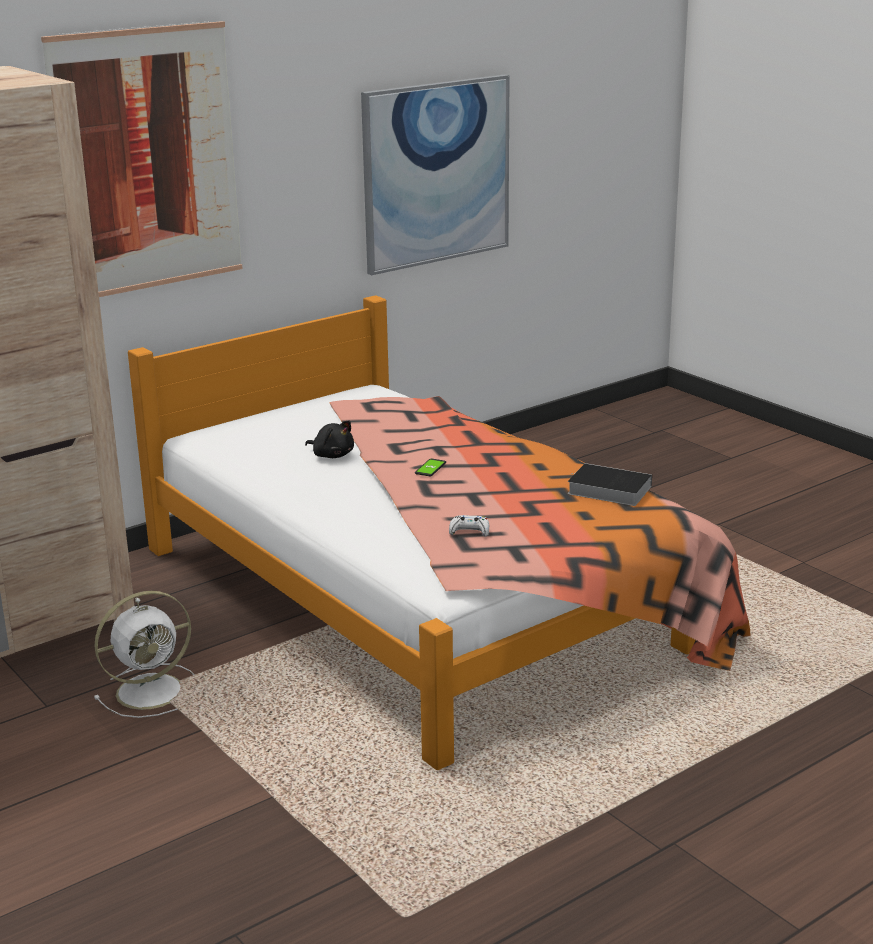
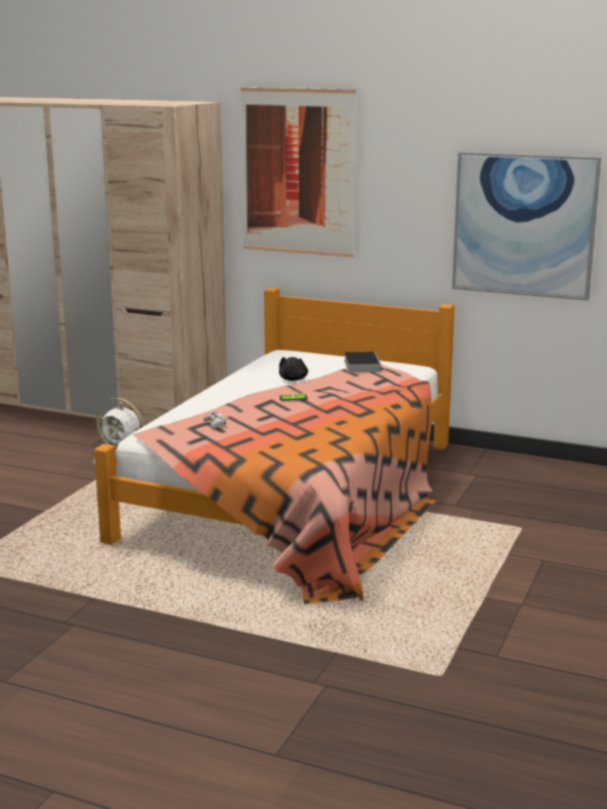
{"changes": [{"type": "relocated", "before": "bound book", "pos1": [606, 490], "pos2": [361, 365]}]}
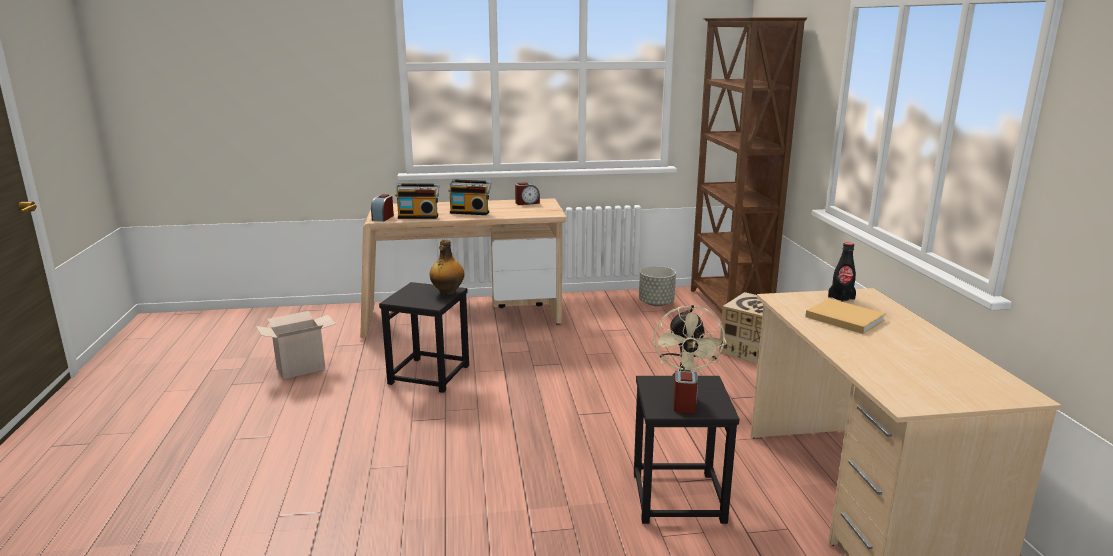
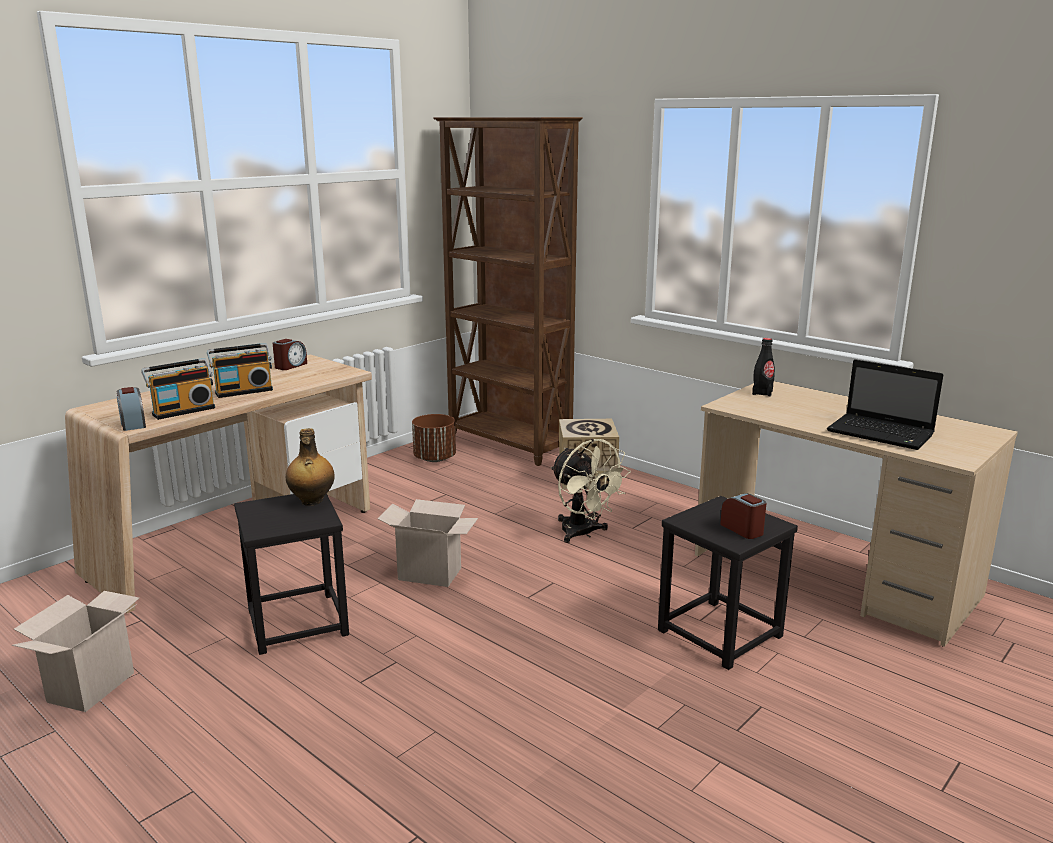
{"changes": [{"type": "appeared", "after": "carton", "pos2": [432, 573]}, {"type": "colour", "before": "gray planter", "after": "brown planter", "pos1": [656, 303], "pos2": [435, 458]}, {"type": "appeared", "after": "laptop", "pos2": [882, 433]}, {"type": "missing", "before": "beige bound book", "pos1": [842, 318]}]}
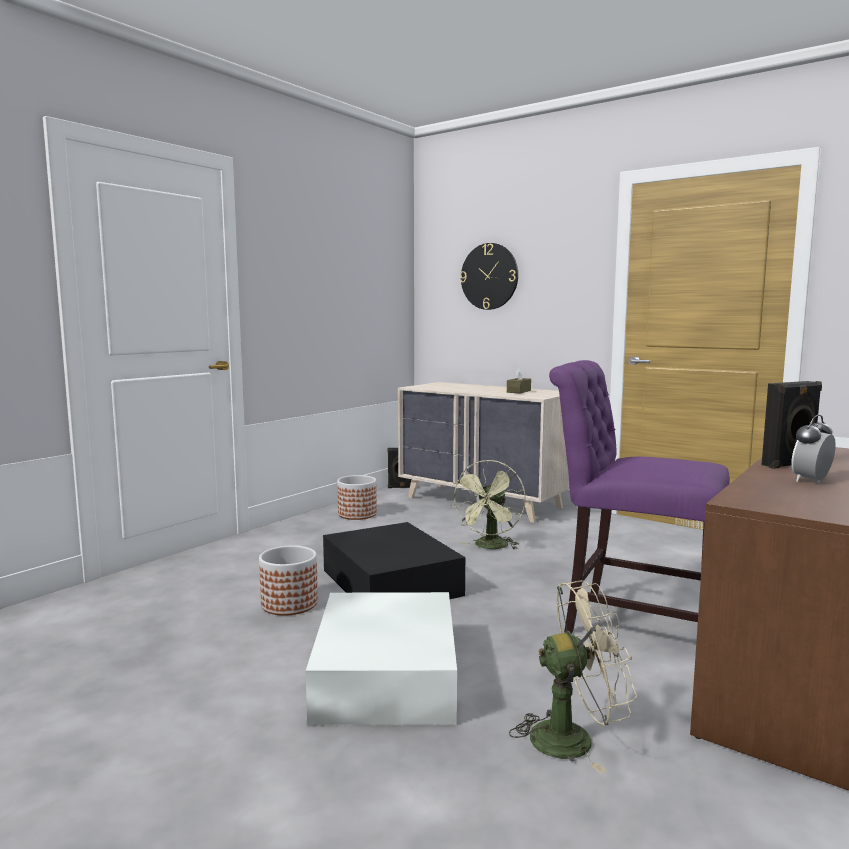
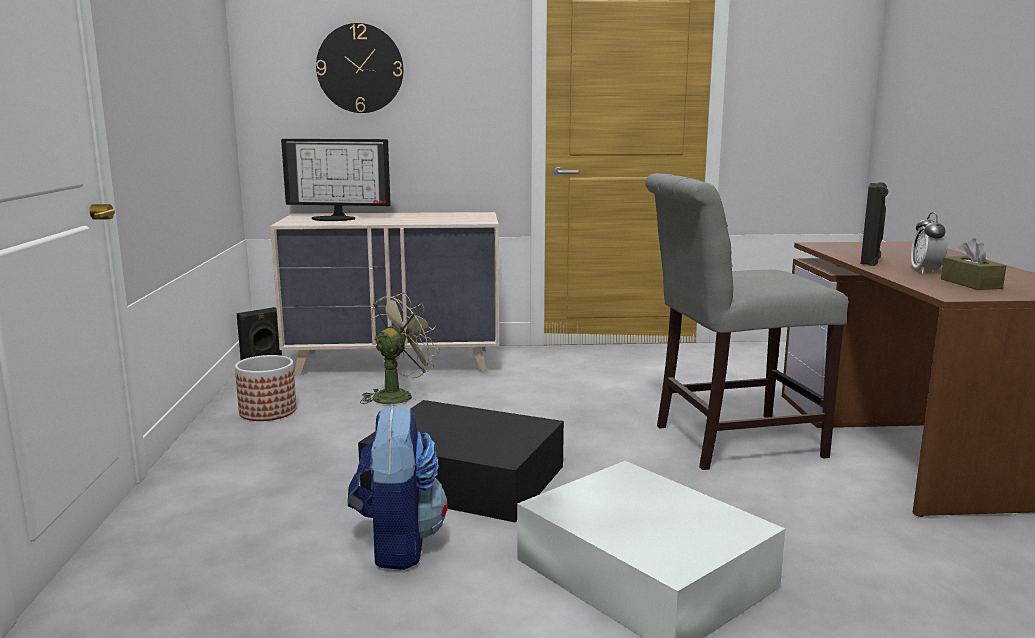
{"changes": [{"type": "appeared", "after": "monitor", "pos2": [335, 218]}, {"type": "exchanged", "before": "planter", "after": "backpack", "pos1": [289, 604], "pos2": [397, 544]}, {"type": "relocated", "before": "beige fan", "pos1": [574, 738], "pos2": [398, 395]}, {"type": "colour", "before": "purple upright chair", "after": "gray upright chair", "pos1": [632, 621], "pos2": [728, 441]}, {"type": "relocated", "before": "brown tissue holder", "pos1": [518, 391], "pos2": [970, 284]}, {"type": "missing", "before": "greenish fan", "pos1": [490, 547]}]}
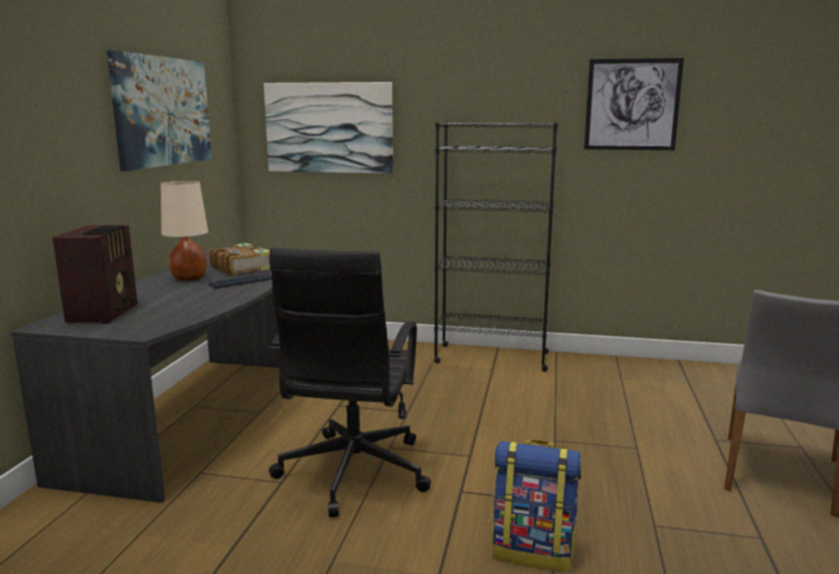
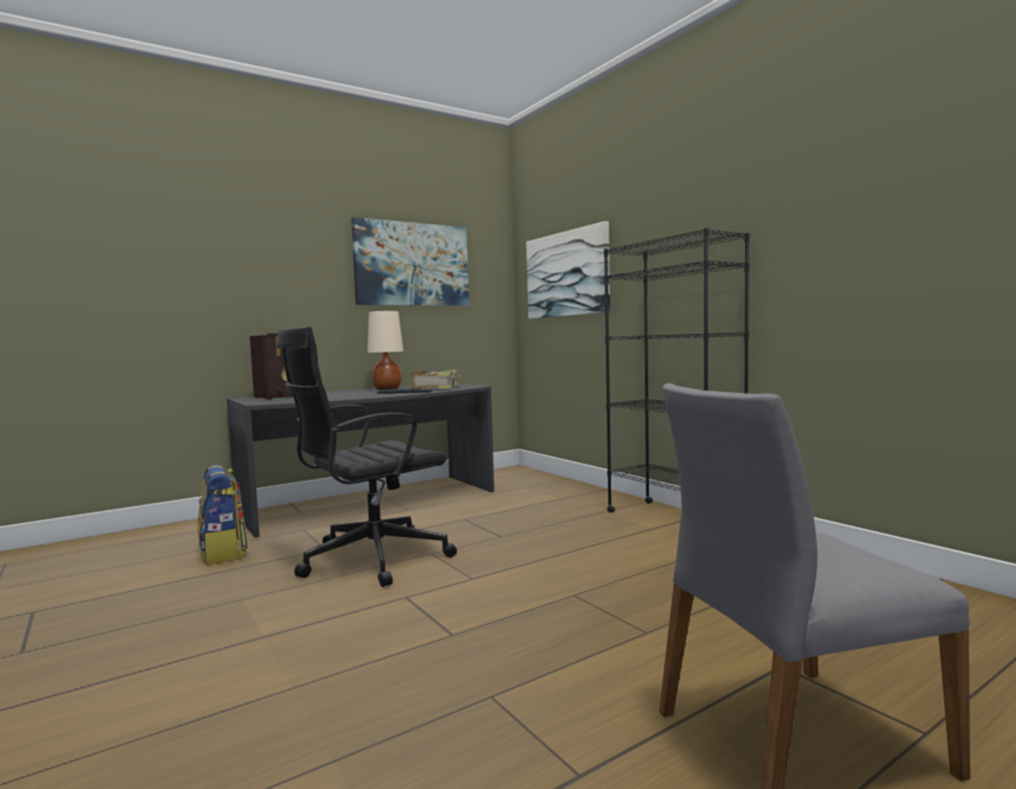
{"changes": [{"type": "relocated", "before": "backpack", "pos1": [533, 550], "pos2": [223, 554]}, {"type": "missing", "before": "picture", "pos1": [632, 104]}]}
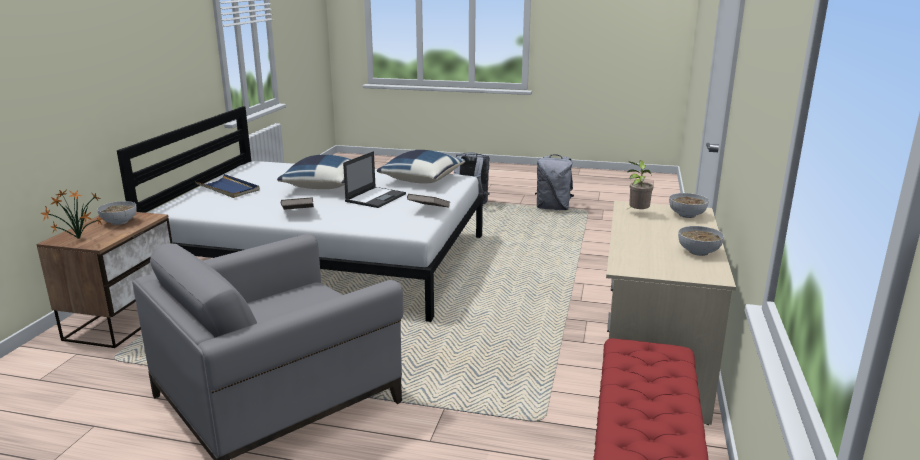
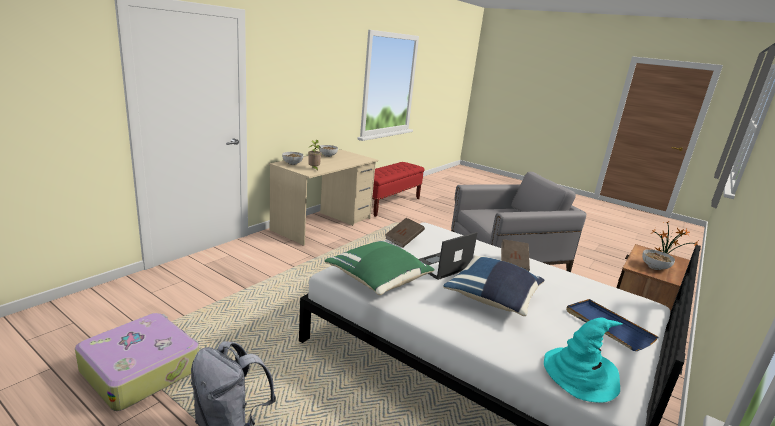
{"changes": [{"type": "exchanged", "before": "gray backpack", "after": "travel case", "pos1": [553, 208], "pos2": [142, 369]}, {"type": "colour", "before": "blue-coloured pillow", "after": "greenish pillow", "pos1": [421, 180], "pos2": [379, 281]}, {"type": "appeared", "after": "turquoise hat", "pos2": [580, 375]}]}
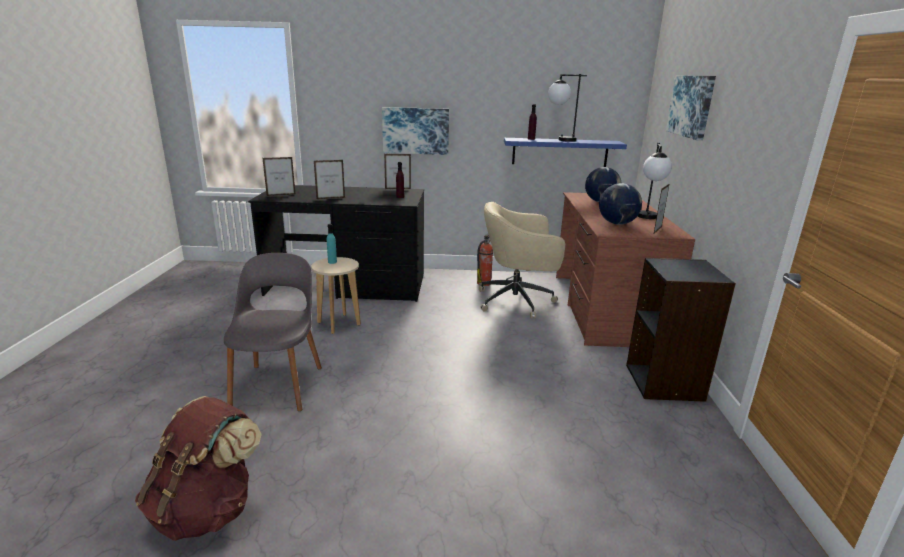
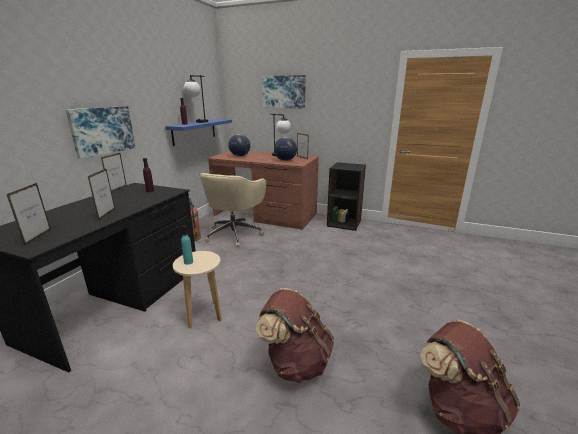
{"changes": [{"type": "exchanged", "before": "gray upright chair", "after": "brown backpack", "pos1": [278, 385], "pos2": [295, 362]}]}
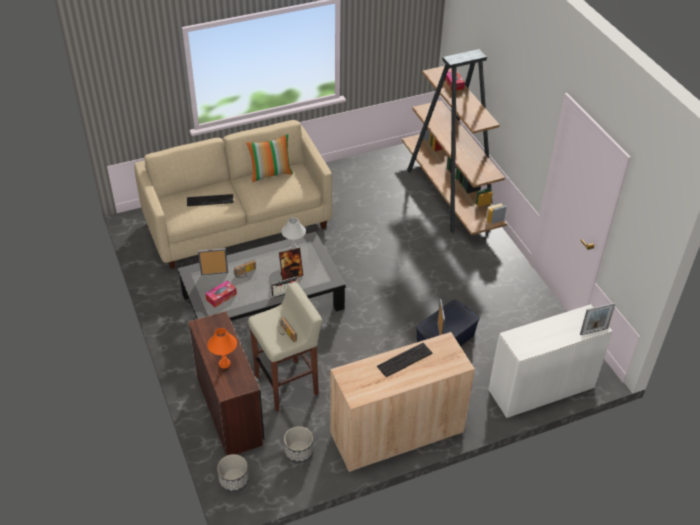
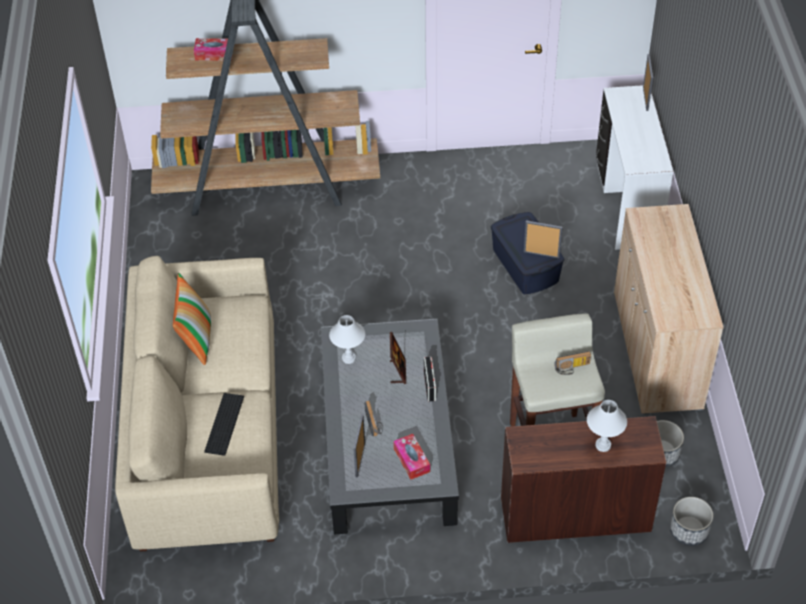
{"changes": [{"type": "colour", "before": "orange tabletop lamp", "after": "white tabletop lamp", "pos1": [224, 364], "pos2": [603, 445]}, {"type": "missing", "before": "PC keyboard", "pos1": [404, 360]}]}
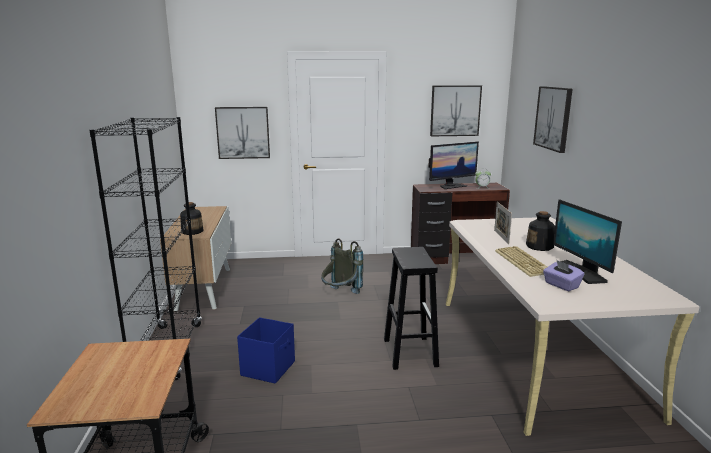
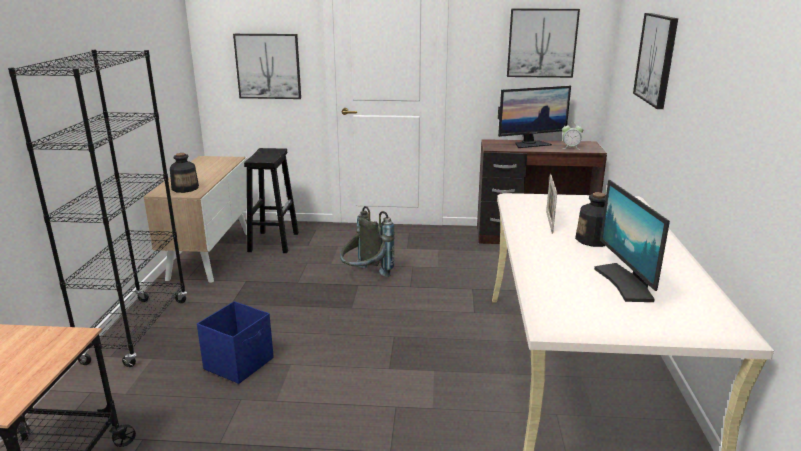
{"changes": [{"type": "relocated", "before": "blackish stool seat", "pos1": [409, 352], "pos2": [273, 242]}, {"type": "missing", "before": "PC keyboard", "pos1": [524, 262]}, {"type": "missing", "before": "purple tissue holder", "pos1": [561, 285]}]}
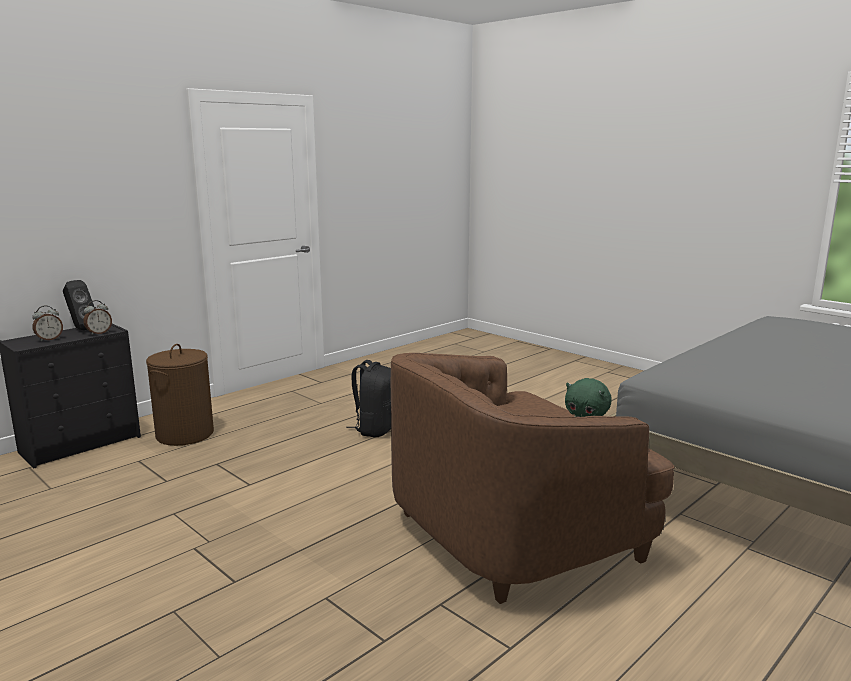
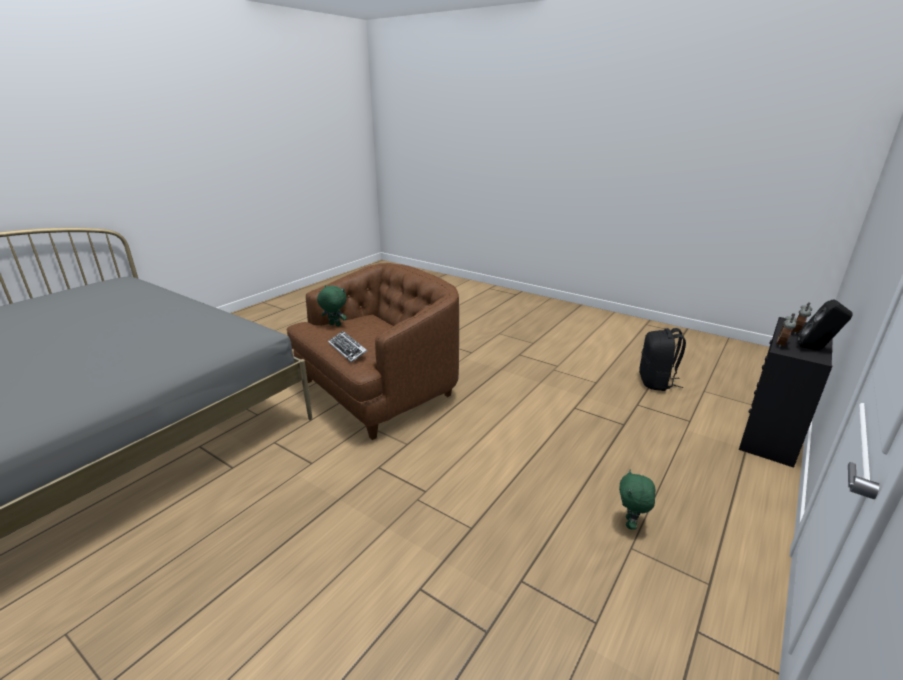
{"changes": [{"type": "appeared", "after": "PC keyboard", "pos2": [348, 349]}, {"type": "appeared", "after": "greenish cuddly toy", "pos2": [631, 523]}, {"type": "relocated", "before": "blackish backpack", "pos1": [376, 429], "pos2": [656, 382]}, {"type": "missing", "before": "brown washing basket", "pos1": [185, 434]}]}
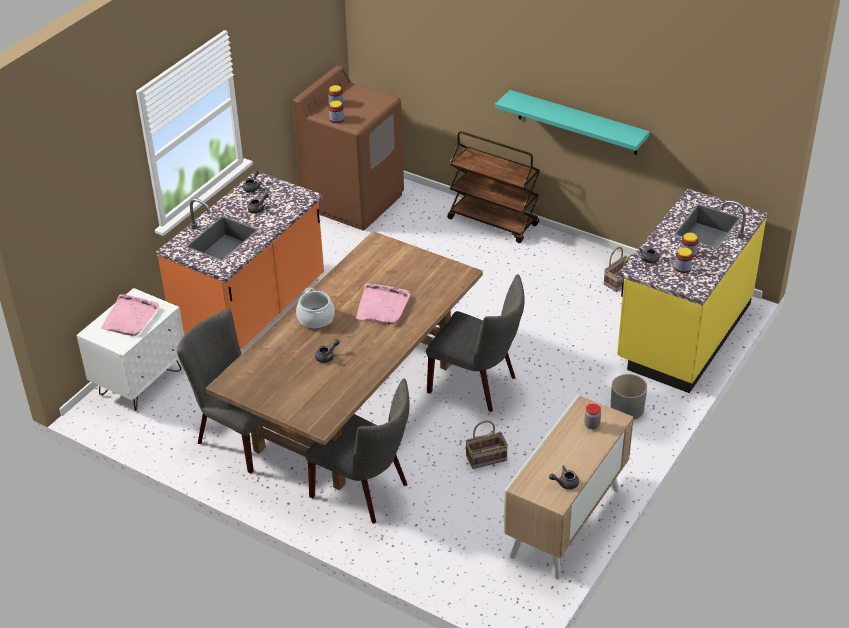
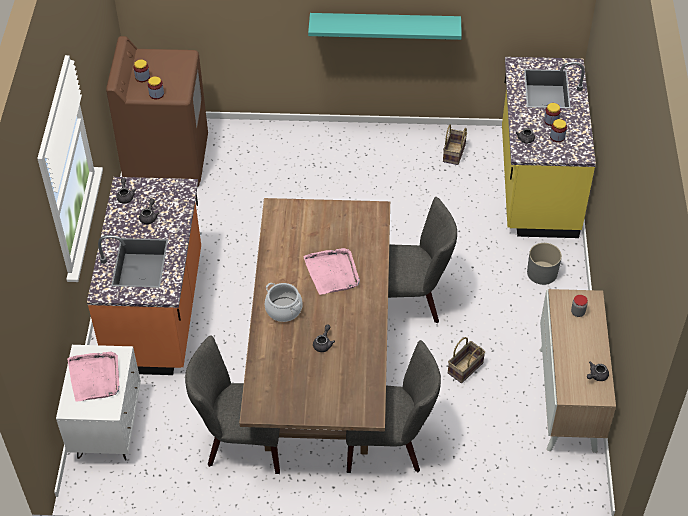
{"changes": [{"type": "missing", "before": "brown trolley", "pos1": [493, 222]}]}
